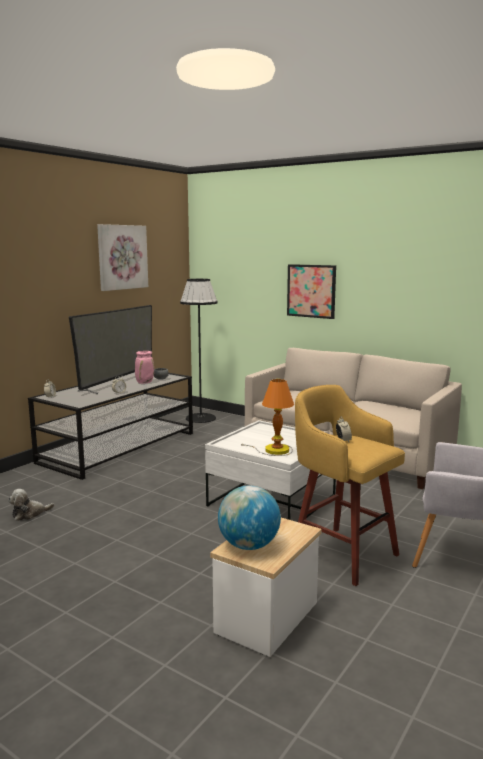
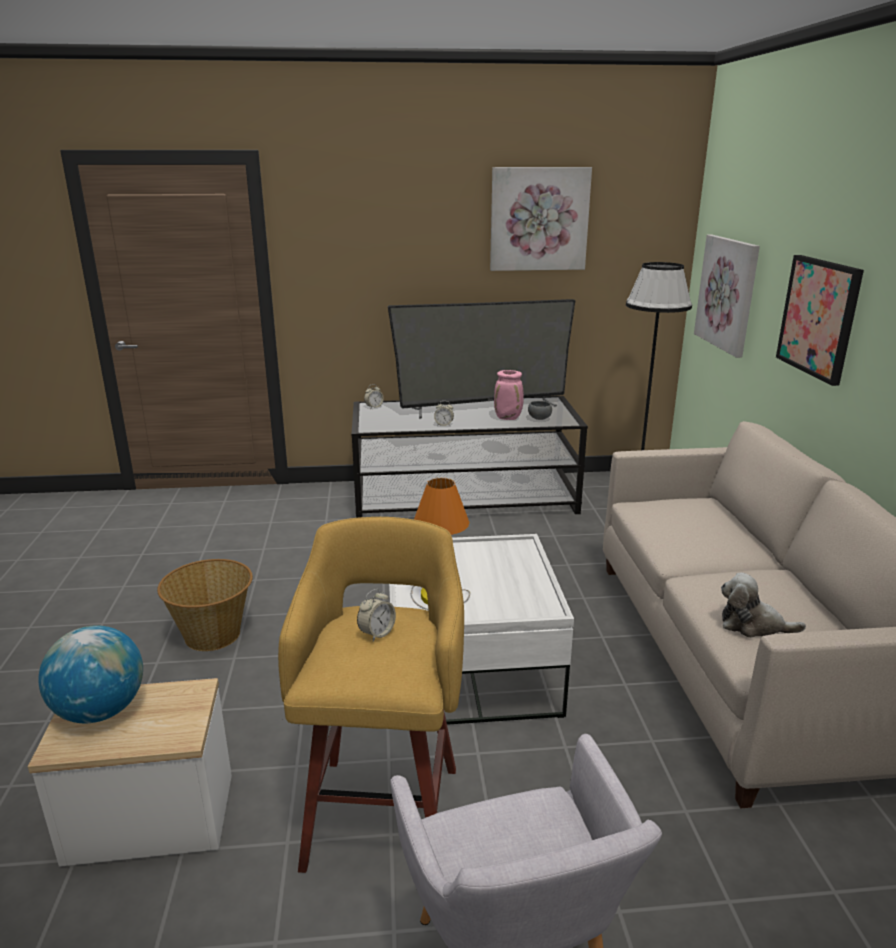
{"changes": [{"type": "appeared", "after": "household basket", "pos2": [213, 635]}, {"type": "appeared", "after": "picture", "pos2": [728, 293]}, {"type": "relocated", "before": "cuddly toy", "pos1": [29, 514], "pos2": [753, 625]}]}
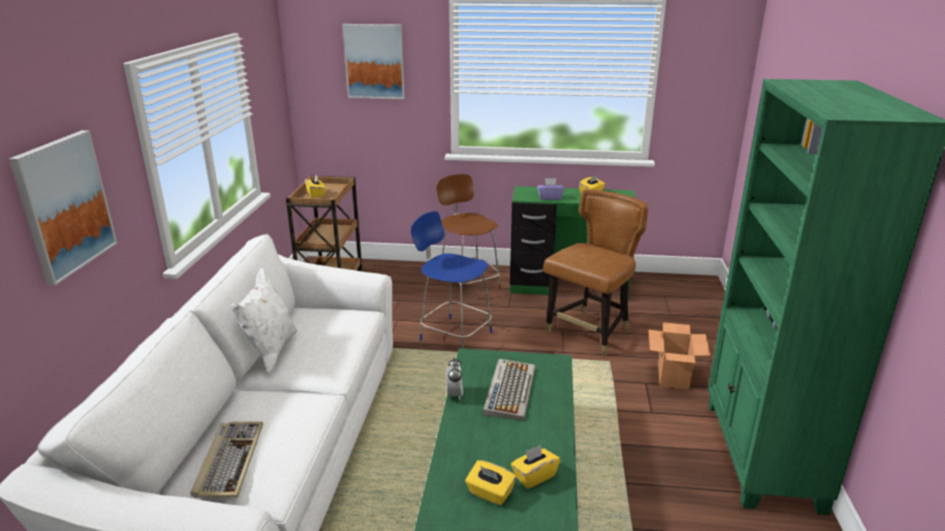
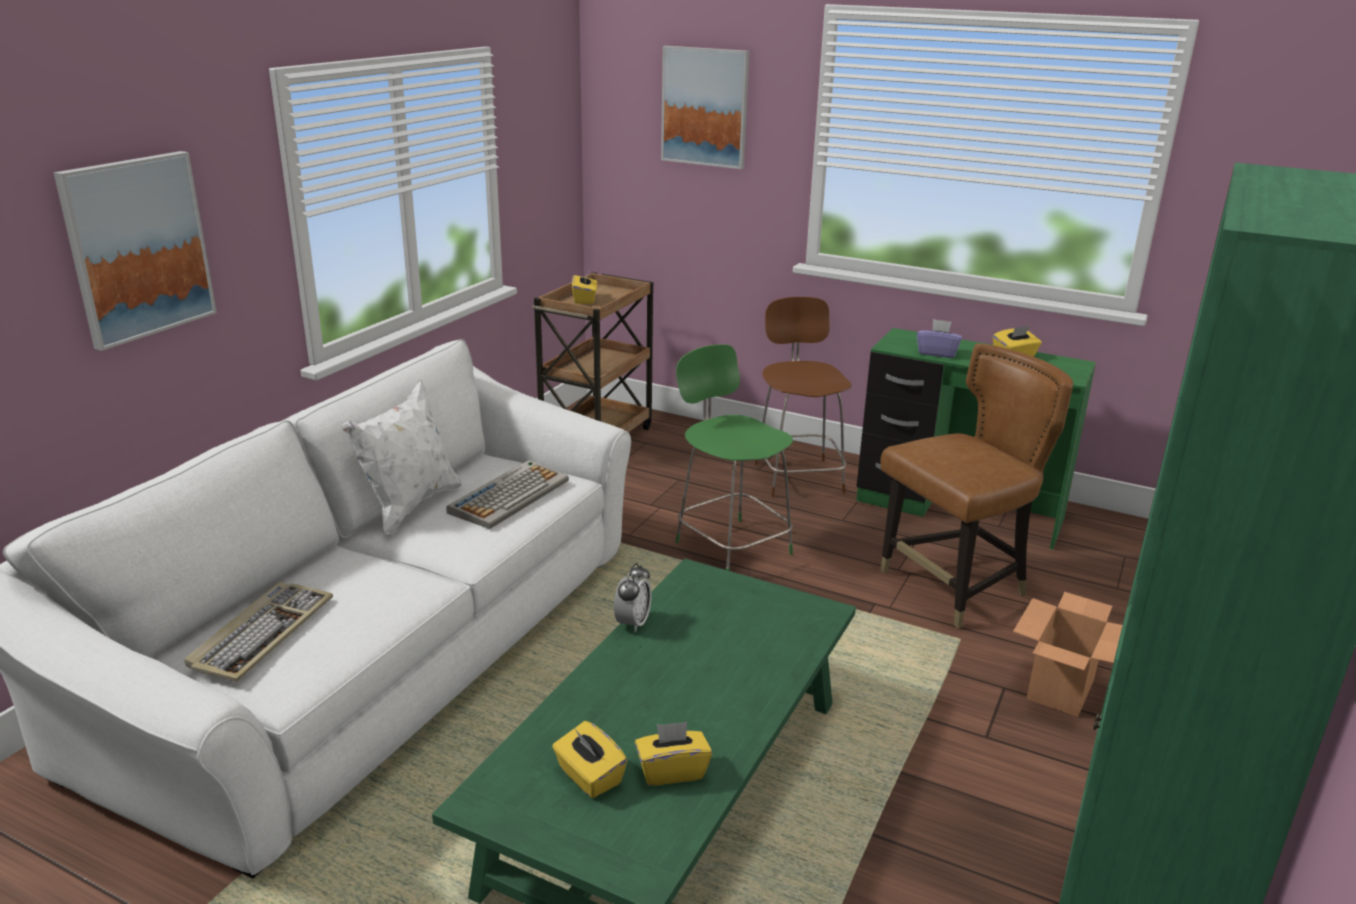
{"changes": [{"type": "relocated", "before": "PC keyboard", "pos1": [509, 389], "pos2": [509, 495]}, {"type": "colour", "before": "blue-coloured upright chair", "after": "greenish upright chair", "pos1": [454, 335], "pos2": [731, 546]}]}
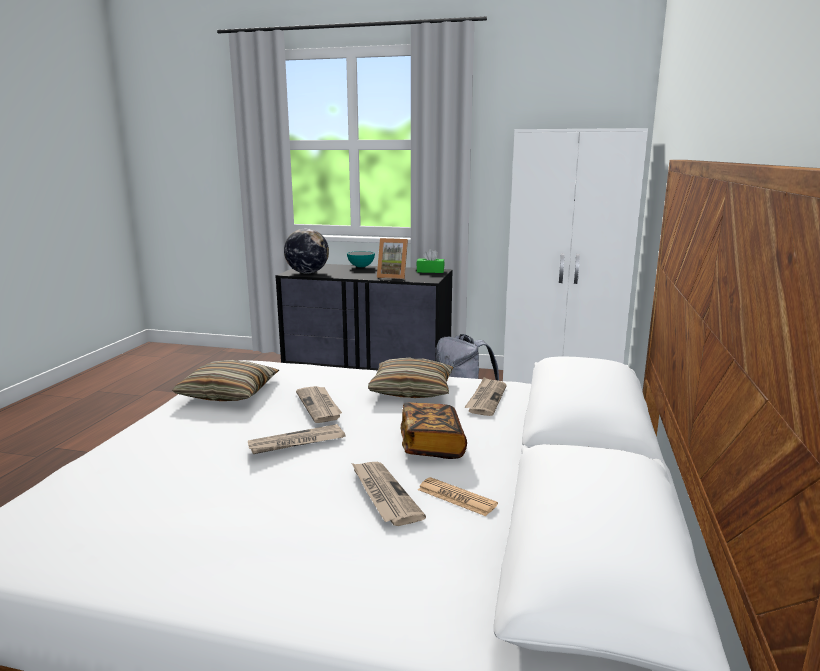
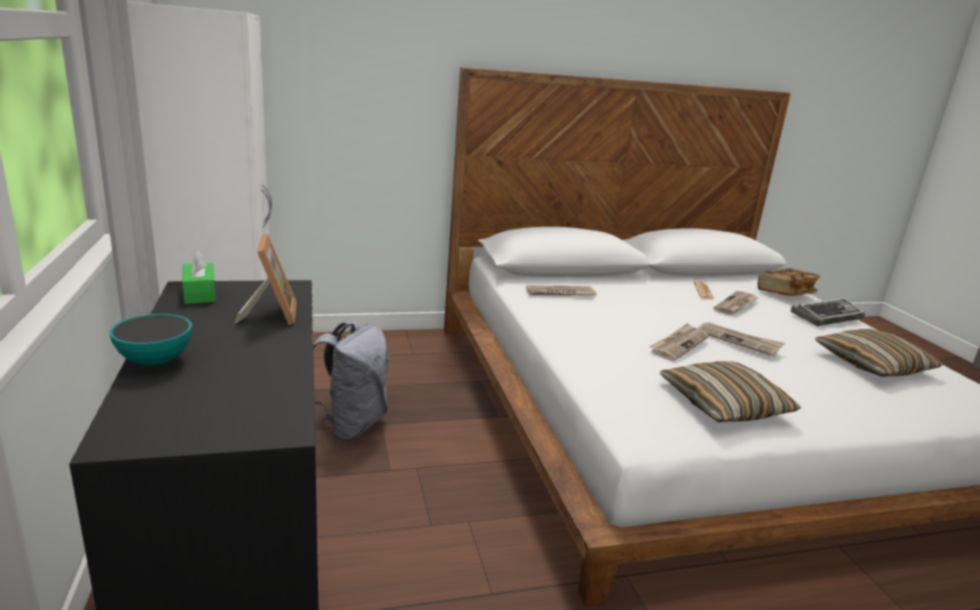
{"changes": [{"type": "relocated", "before": "bound book", "pos1": [431, 445], "pos2": [785, 294]}, {"type": "appeared", "after": "PC keyboard", "pos2": [826, 317]}, {"type": "relocated", "before": "pillow", "pos1": [412, 390], "pos2": [873, 365]}, {"type": "missing", "before": "globe", "pos1": [307, 273]}]}
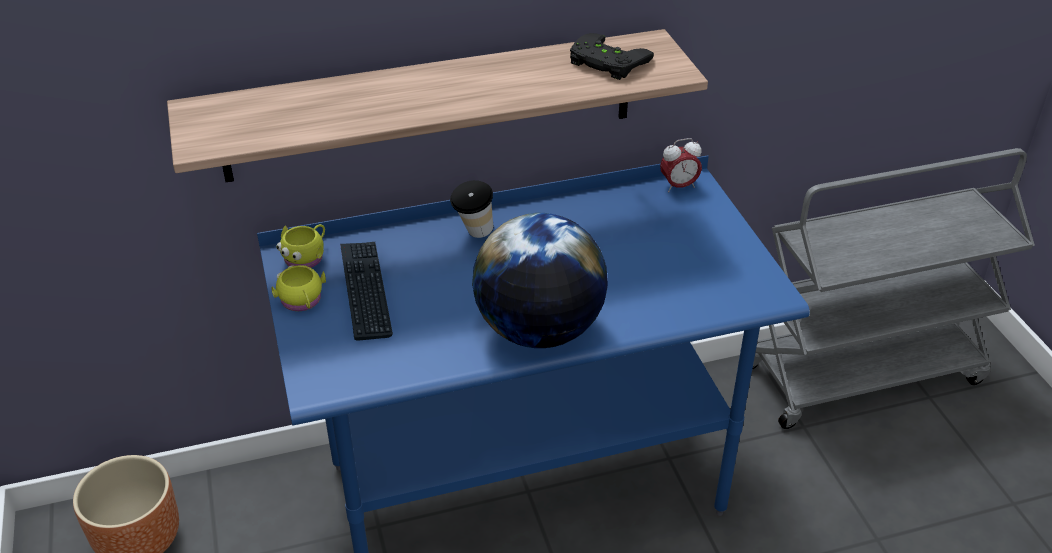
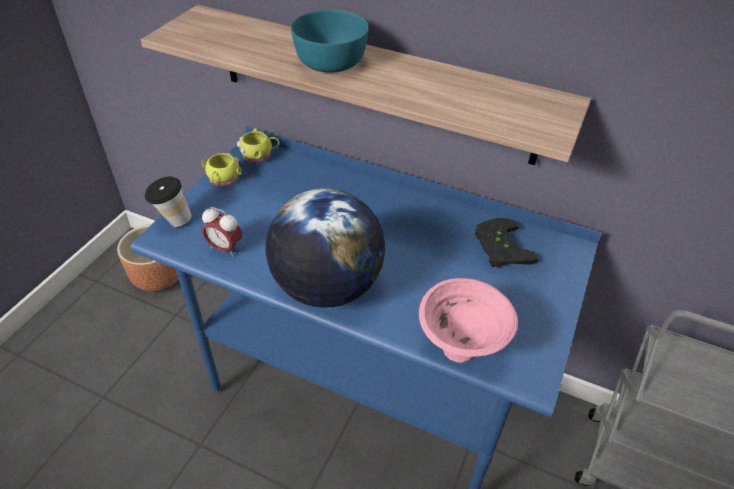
{"changes": [{"type": "relocated", "before": "small cup", "pos1": [474, 234], "pos2": [173, 221]}, {"type": "relocated", "before": "table clock", "pos1": [679, 186], "pos2": [225, 248]}, {"type": "appeared", "after": "turquoise serving bowl", "pos2": [330, 61]}, {"type": "appeared", "after": "pink-coloured serving bowl", "pos2": [460, 349]}, {"type": "relocated", "before": "blackish joypad", "pos1": [605, 63], "pos2": [499, 247]}, {"type": "missing", "before": "PC keyboard", "pos1": [365, 291]}]}
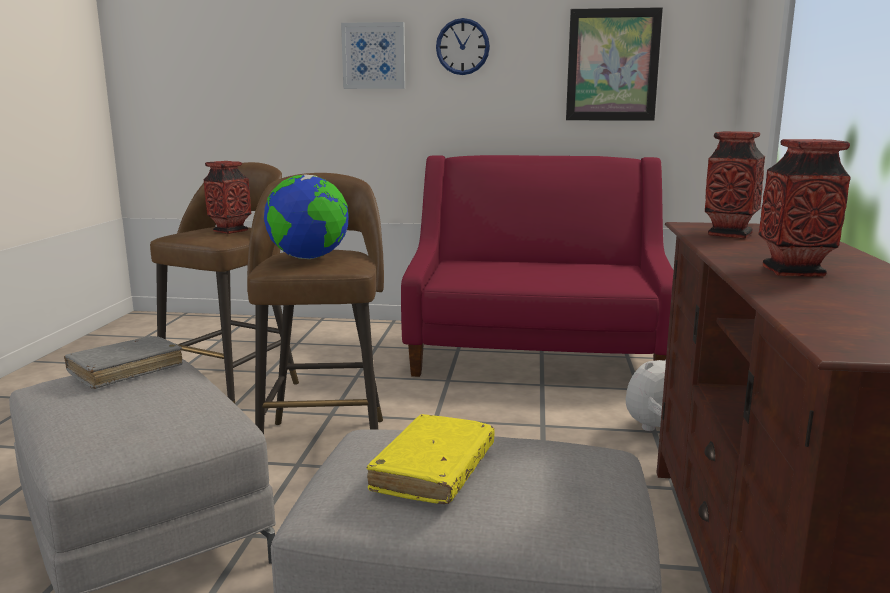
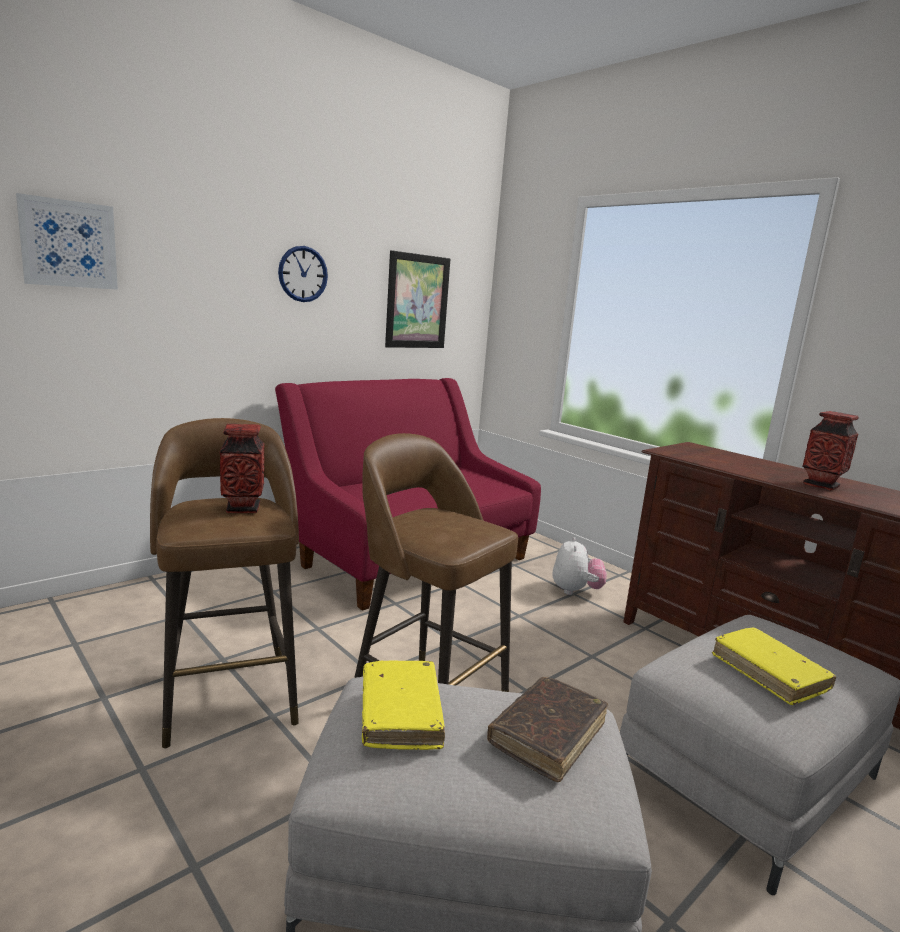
{"changes": [{"type": "relocated", "before": "picture", "pos1": [374, 56], "pos2": [69, 244]}, {"type": "colour", "before": "gray bound book", "after": "yellow bound book", "pos1": [126, 370], "pos2": [400, 714]}, {"type": "appeared", "after": "brown bound book", "pos2": [547, 735]}, {"type": "missing", "before": "globe", "pos1": [309, 258]}, {"type": "missing", "before": "flower vase", "pos1": [729, 234]}]}
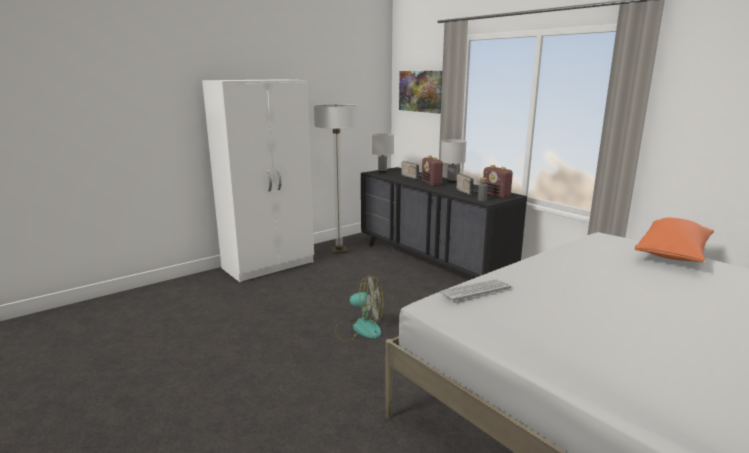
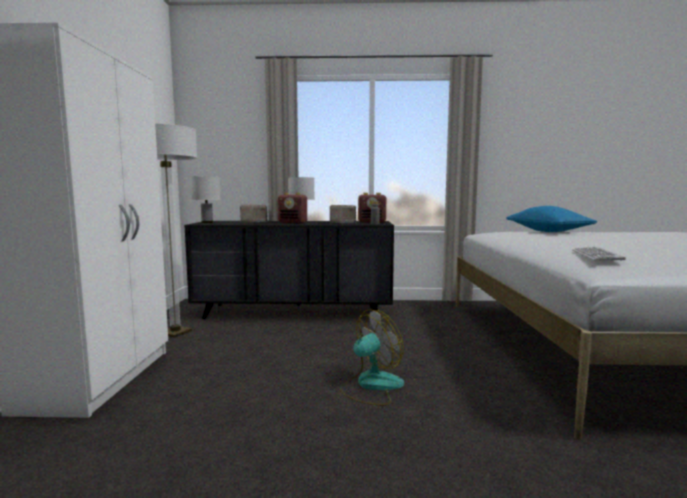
{"changes": [{"type": "colour", "before": "orange pillow", "after": "blue-coloured pillow", "pos1": [673, 254], "pos2": [547, 231]}, {"type": "missing", "before": "picture", "pos1": [421, 91]}]}
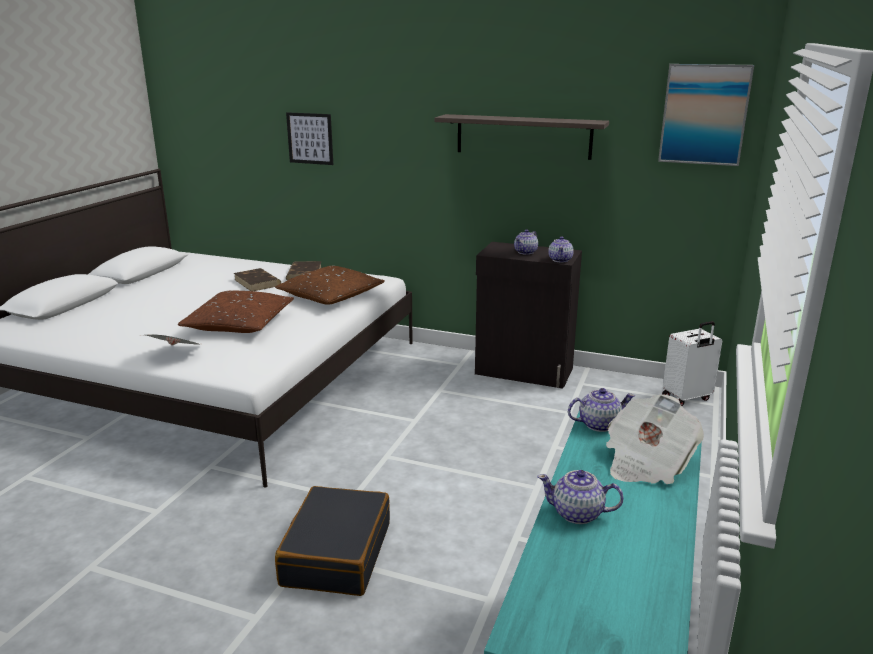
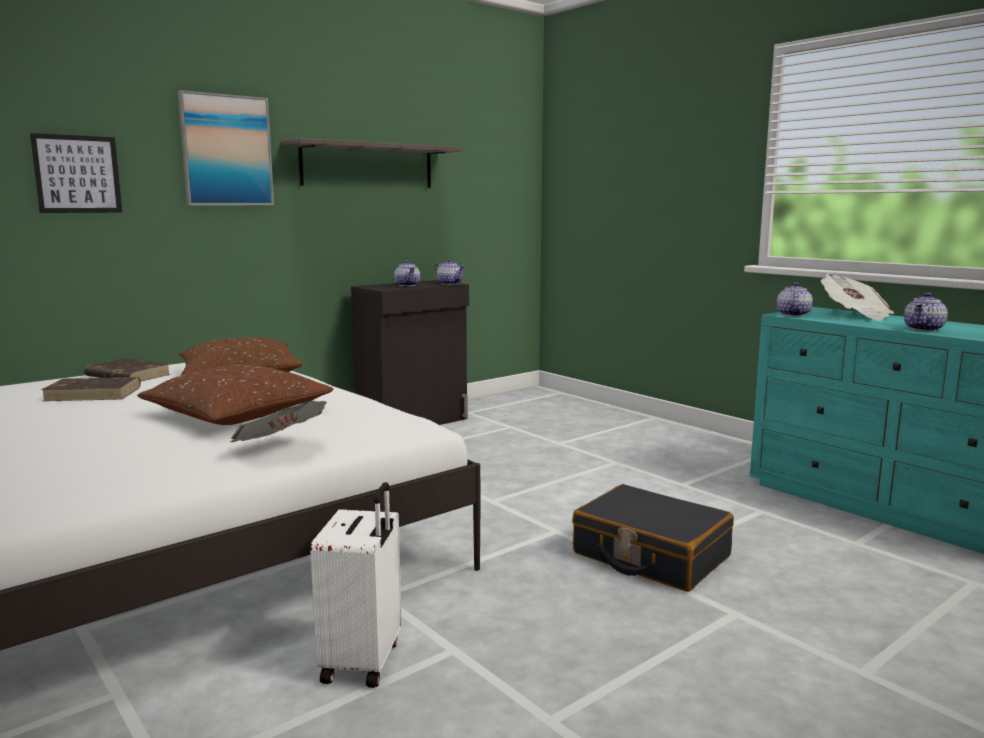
{"changes": [{"type": "relocated", "before": "picture", "pos1": [704, 114], "pos2": [226, 151]}, {"type": "relocated", "before": "white travel case", "pos1": [687, 398], "pos2": [364, 661]}]}
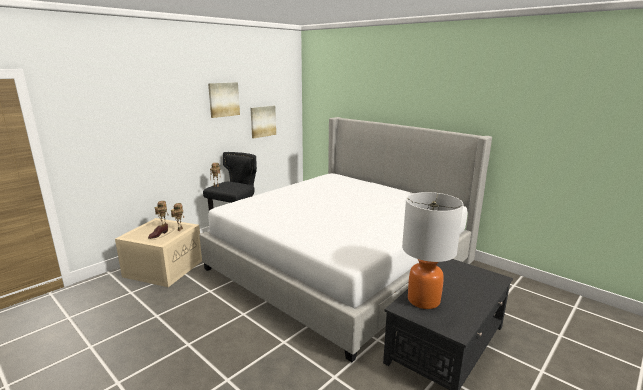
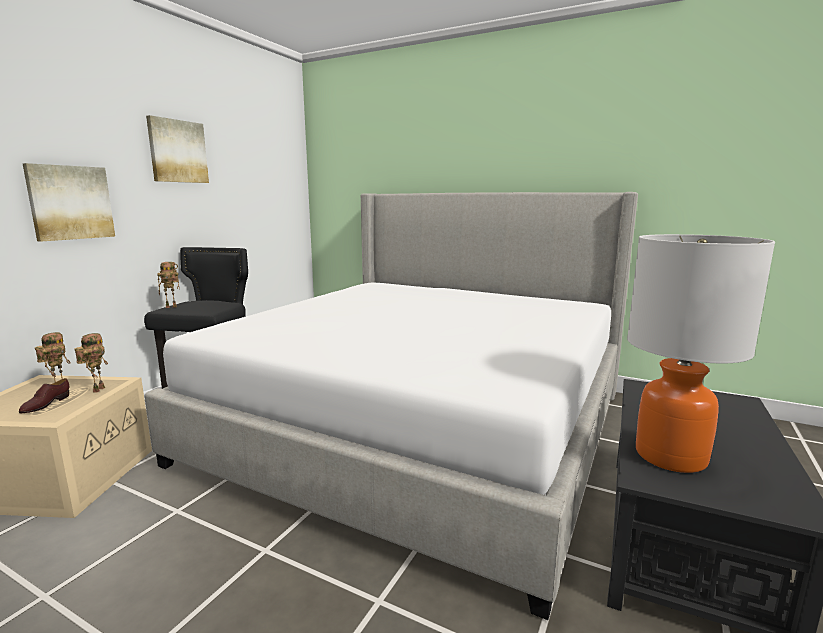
{"changes": [{"type": "relocated", "before": "picture", "pos1": [262, 121], "pos2": [70, 202]}]}
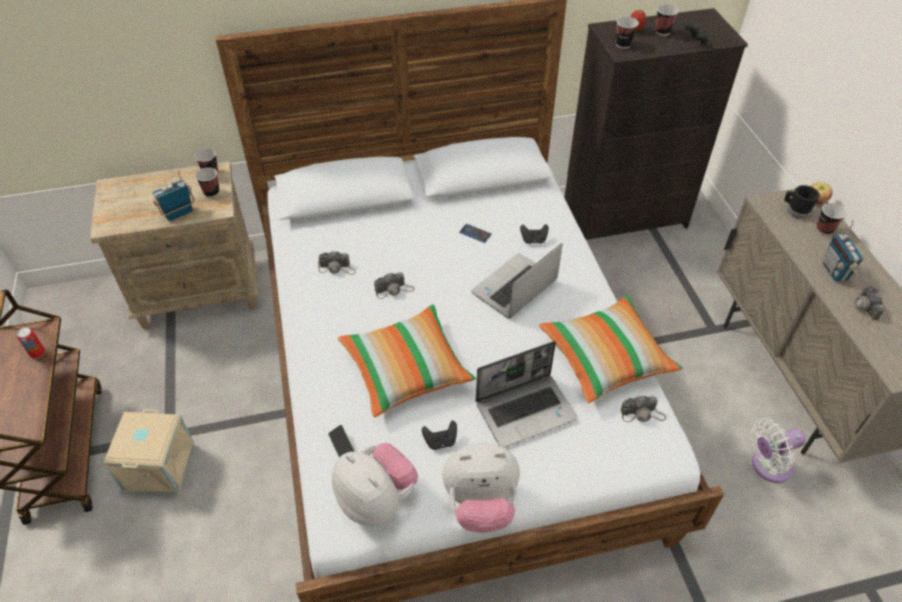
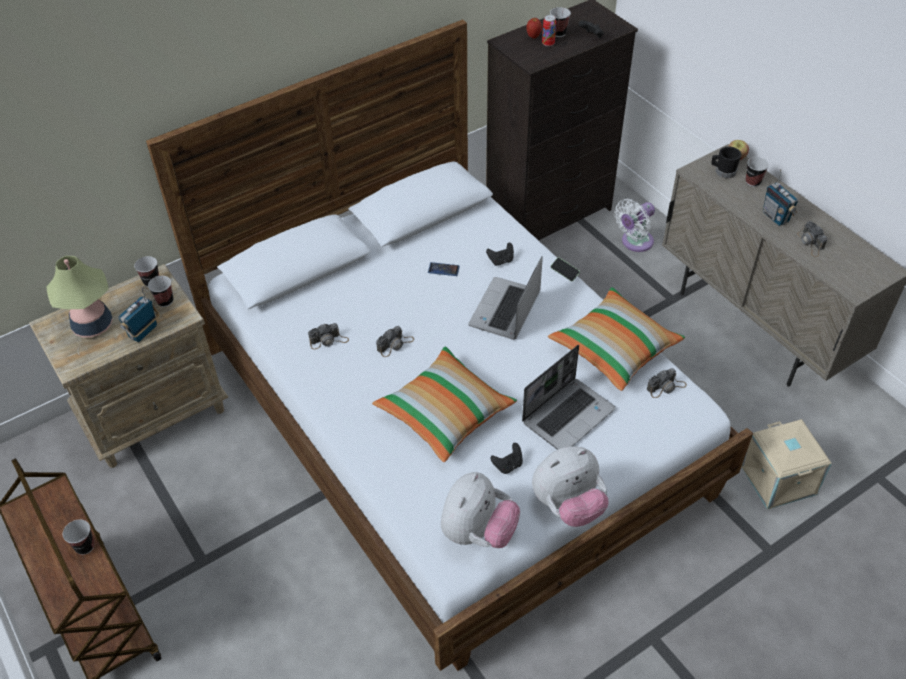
{"changes": [{"type": "appeared", "after": "tabletop lamp", "pos2": [93, 325]}, {"type": "relocated", "before": "small cup", "pos1": [623, 44], "pos2": [85, 546]}, {"type": "spun", "before": "cuddly toy", "pos1": [377, 500], "pos2": [478, 532], "turn": 90}, {"type": "relocated", "before": "can", "pos1": [37, 353], "pos2": [548, 43]}, {"type": "relocated", "before": "telephone", "pos1": [342, 445], "pos2": [564, 272]}, {"type": "relocated", "before": "white fan", "pos1": [767, 466], "pos2": [634, 242]}, {"type": "relocated", "before": "beige storage bin", "pos1": [160, 468], "pos2": [779, 479]}]}
